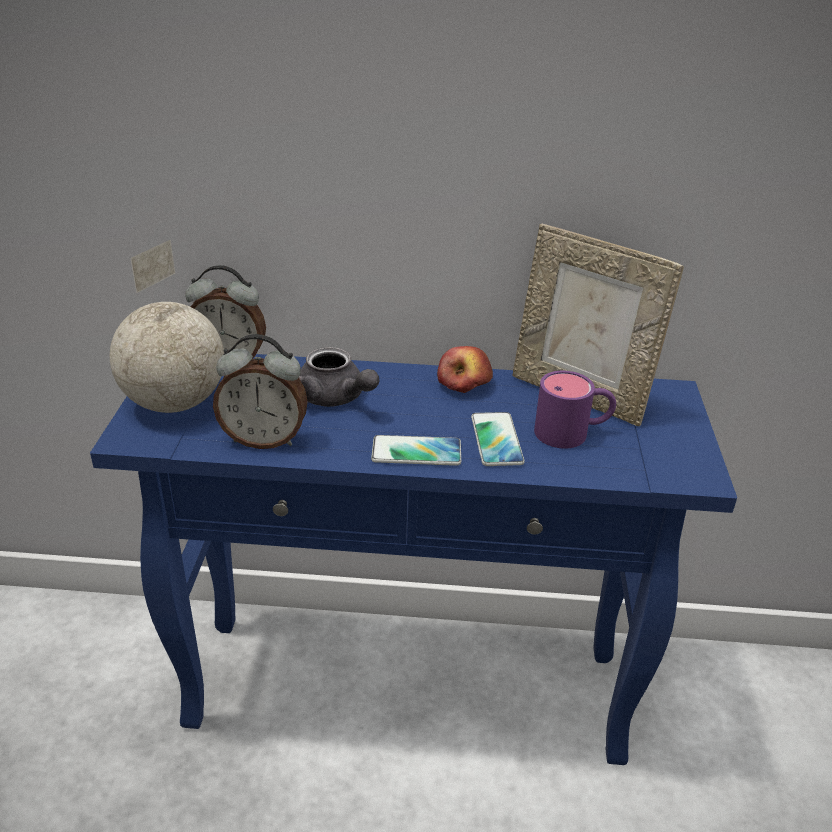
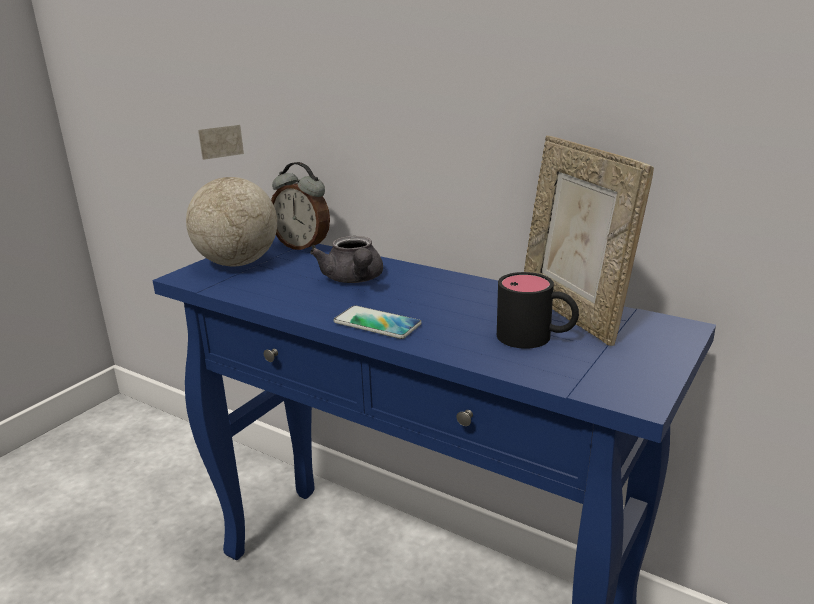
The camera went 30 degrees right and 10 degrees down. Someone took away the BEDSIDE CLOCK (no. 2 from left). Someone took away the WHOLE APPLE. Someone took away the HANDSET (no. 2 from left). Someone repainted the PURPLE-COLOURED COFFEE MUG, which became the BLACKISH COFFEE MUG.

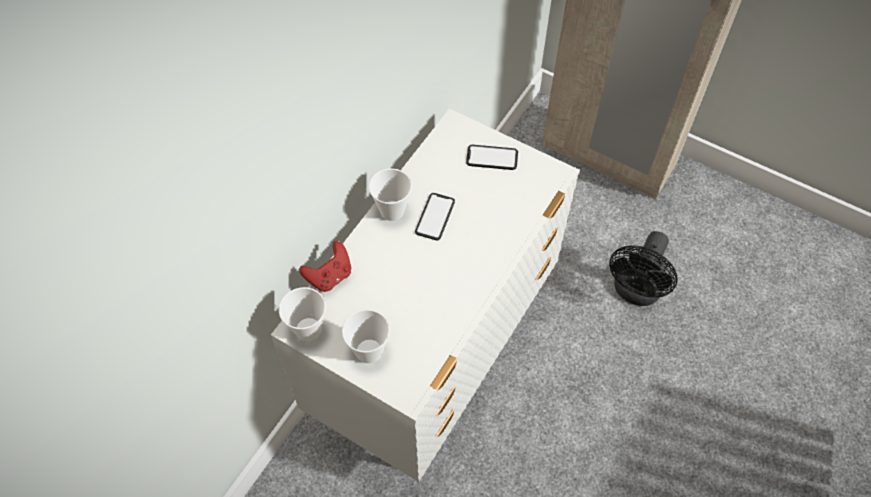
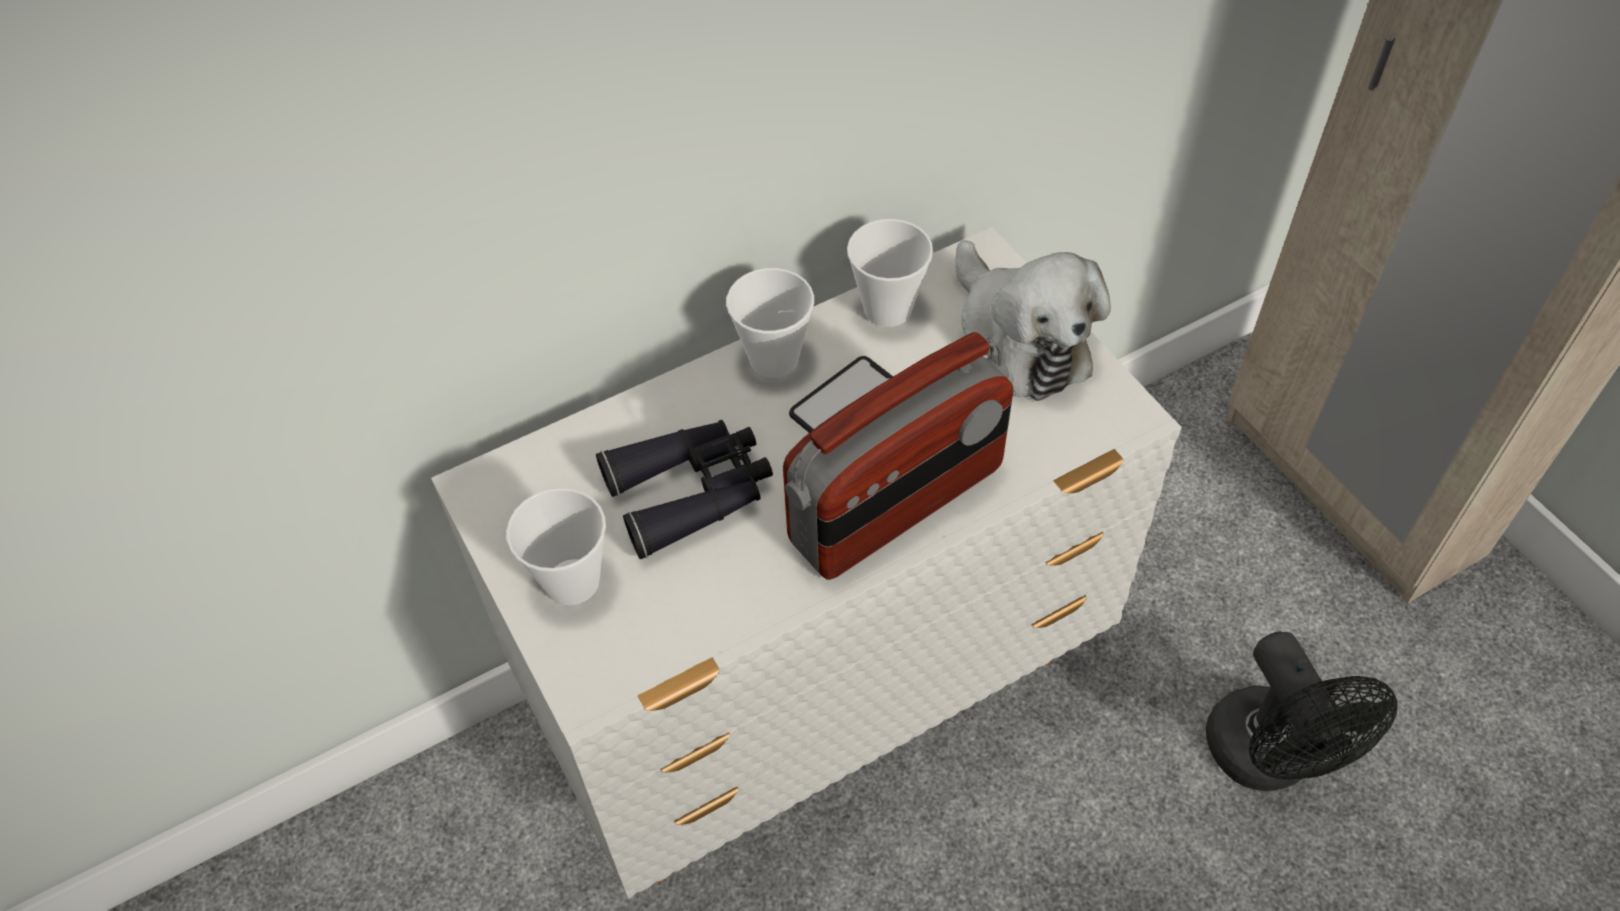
The camera went 30 degrees right and 5 degrees down. Someone carried the SMALL CUP (no. 1 from left in the first image). Someone took away the RED-COLOURED GAME CONTROLLER. Someone swapped the HANDSET (no. 2 from left) for the SOFT TOY. Someone rotated the BLACKISH FAN by 75 degrees counterclockwise. Someone put down the BLACKISH PAIR OF BINOCULARS. Someone put down the RADIO.

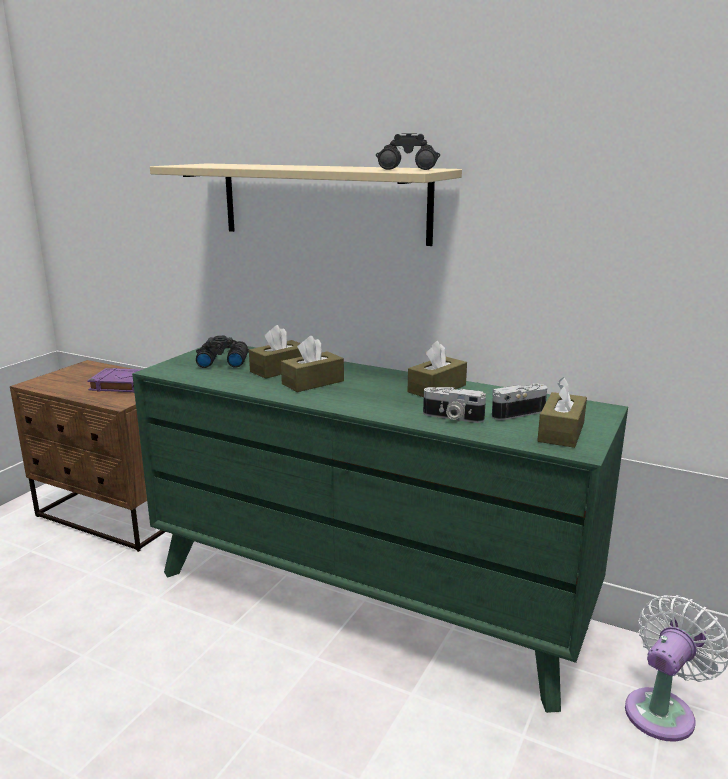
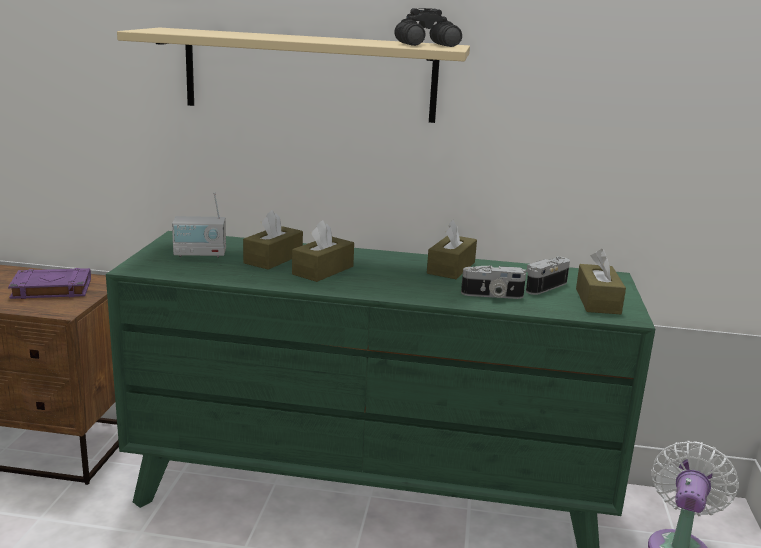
The camera went 20 degrees left and 0 degrees up. Someone swapped the BLACKISH PAIR OF BINOCULARS (no. 1 from left) for the RADIO.

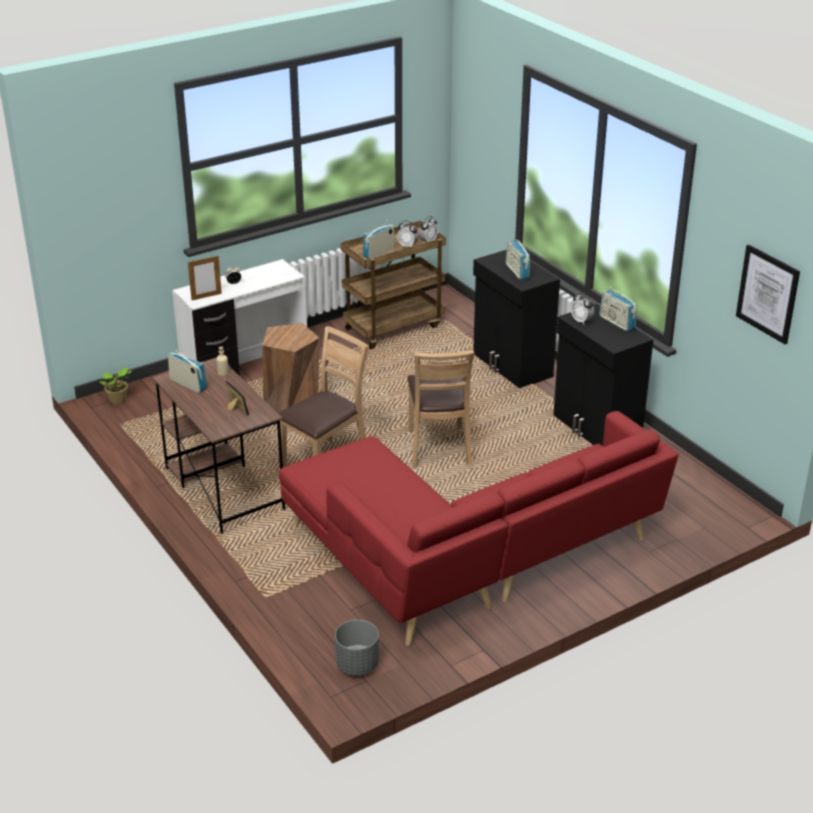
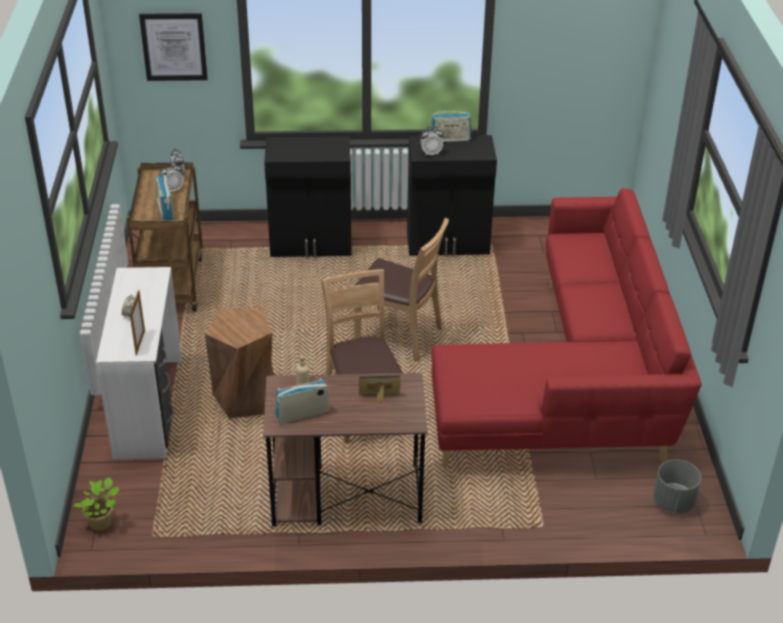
The camera went 60 degrees left and 5 degrees up. Someone took away the RADIO (no. 3 from left). Someone carried the PICTURE.

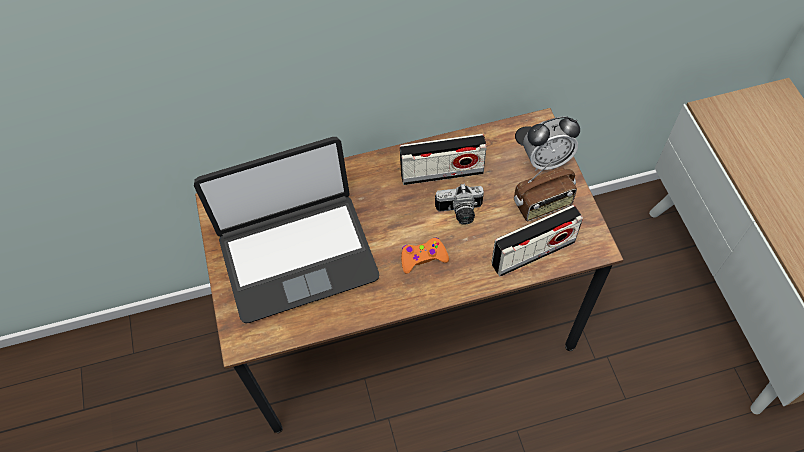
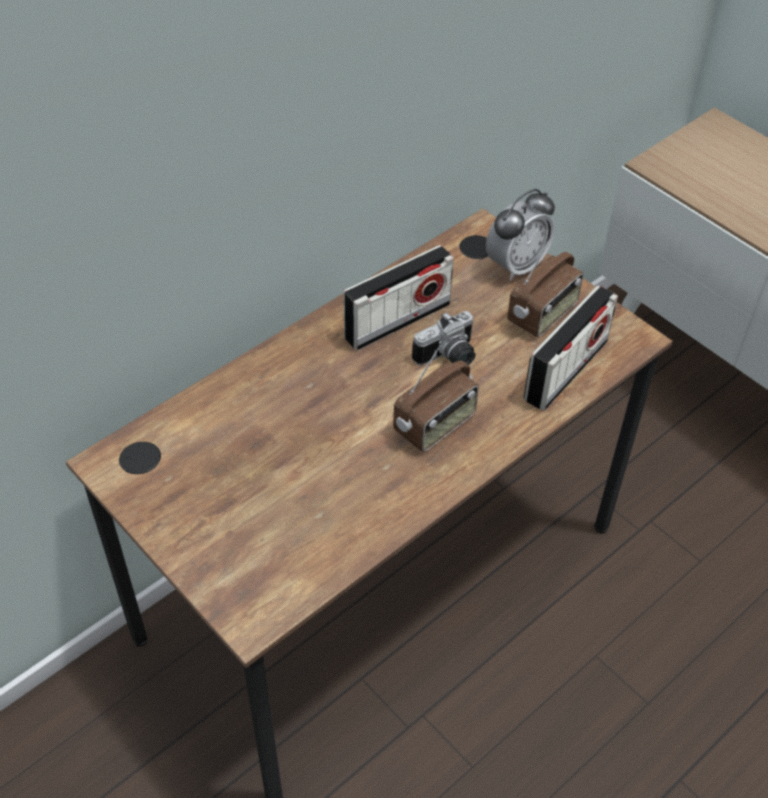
The camera went 30 degrees left and 10 degrees down. Someone took away the NOTEBOOK COMPUTER. Someone swapped the ORANGE-COLOURED GAME CONTROLLER for the RADIO (no. 2 from left).

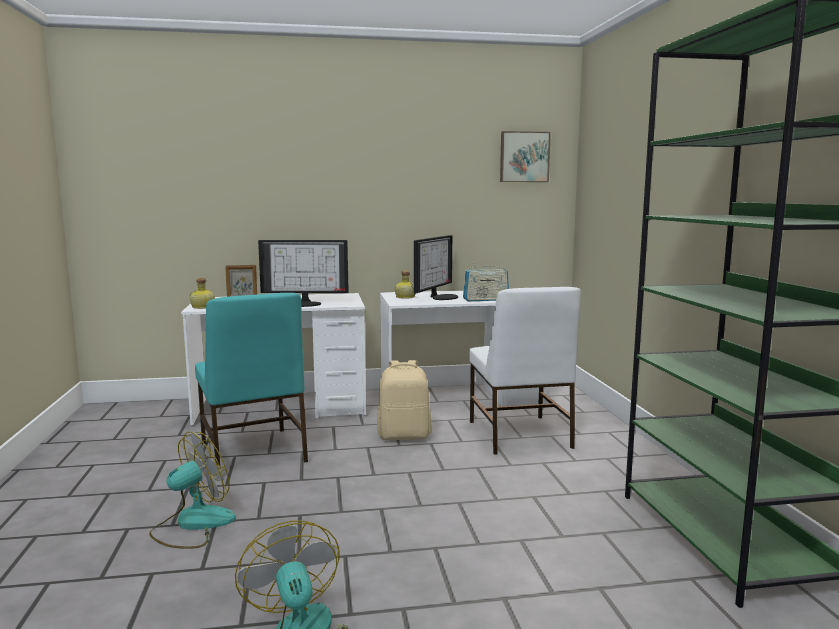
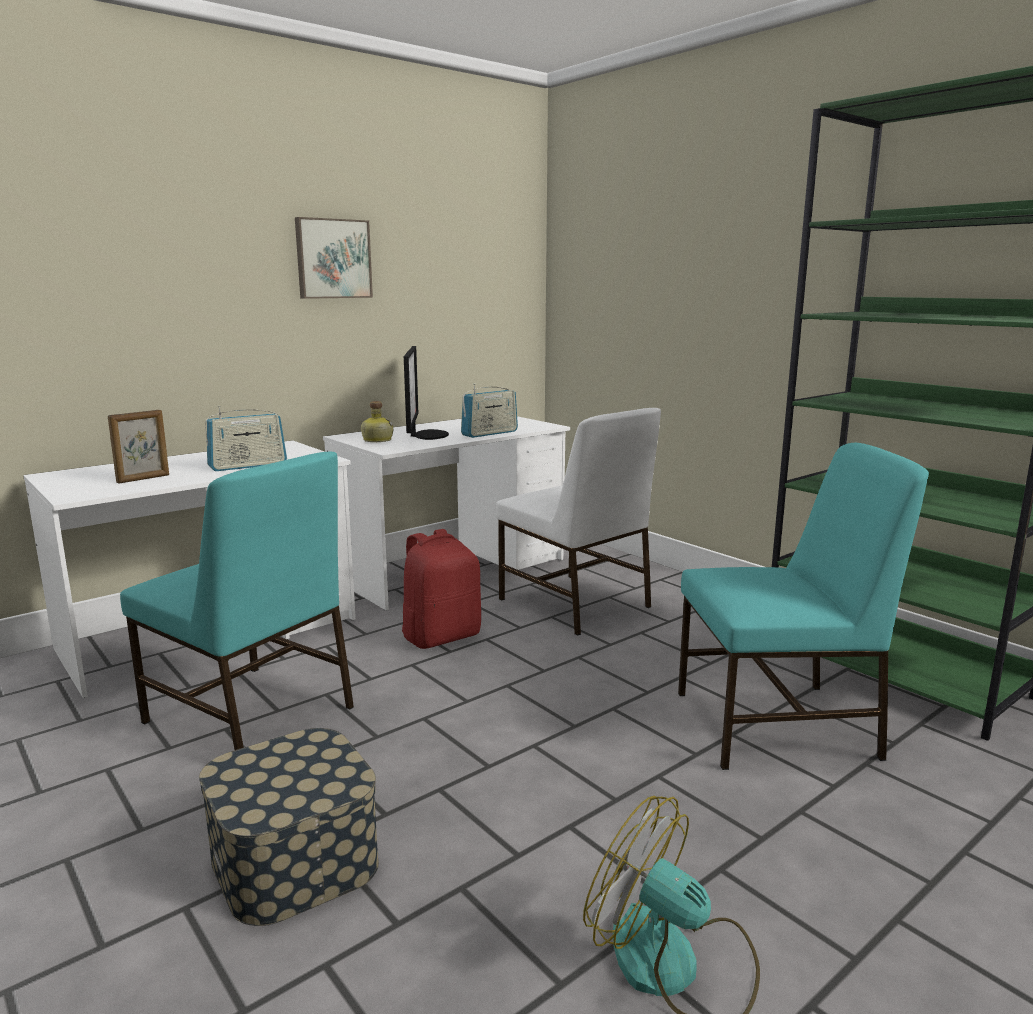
The camera went 30 degrees left and 5 degrees up. Someone swapped the FAN (no. 1 from left) for the STORAGE BIN. Someone took away the BOTTLE (no. 1 from left). Someone swapped the COMPUTER SCREEN (no. 1 from left) for the RADIO (no. 1 from left). Someone repainted the BEIGE-COLOURED BACKPACK, which became the RED-COLOURED BACKPACK. Someone carried the PICTURE. Someone put down the TURQUOISE-COLOURED UPRIGHT CHAIR (no. 2 from left).

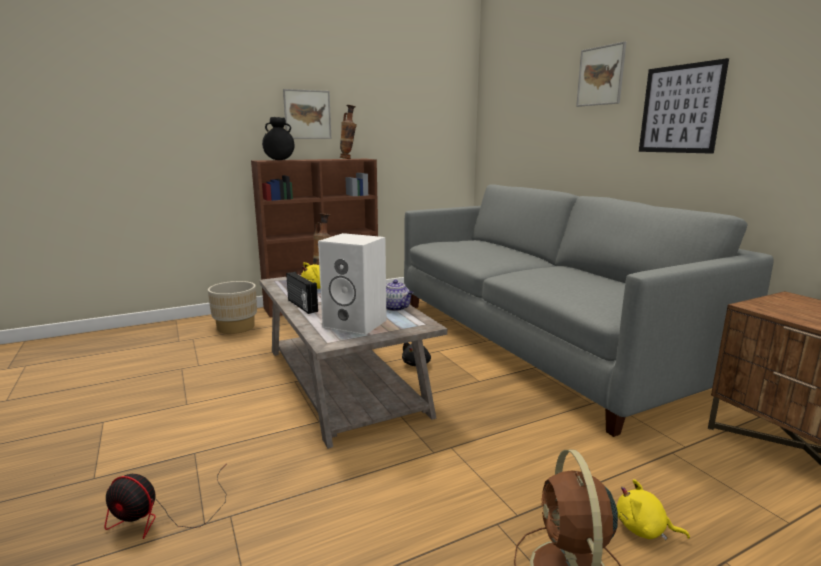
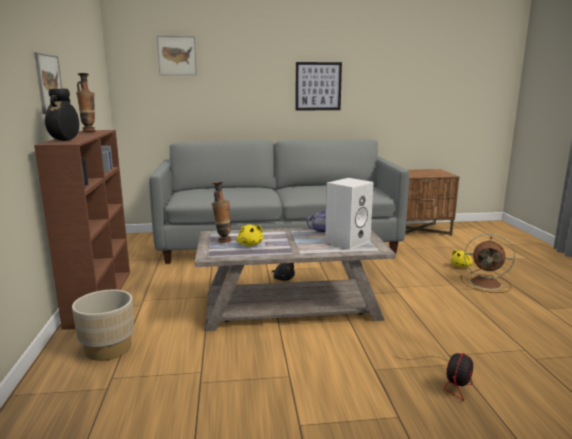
The camera went 70 degrees left and 0 degrees up. Someone took away the RADIO. Someone carried the PICTURE (no. 2 from left).

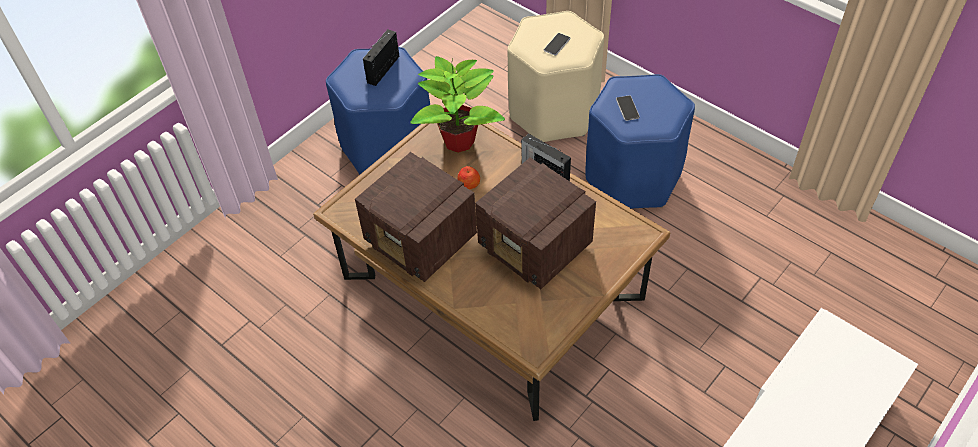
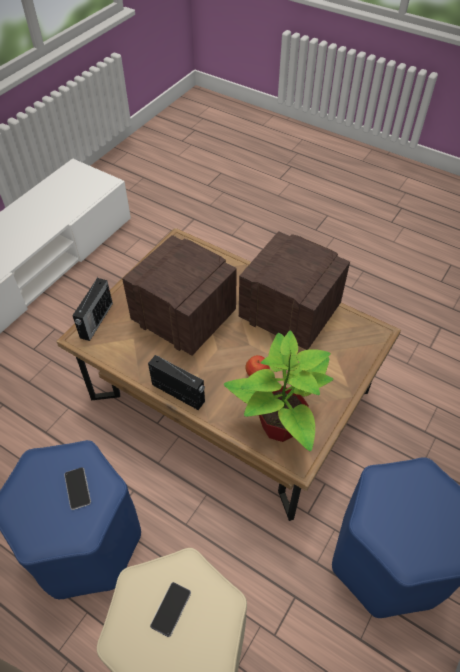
The camera went 170 degrees right and 0 degrees up. Someone carried the RADIO (no. 1 from left).

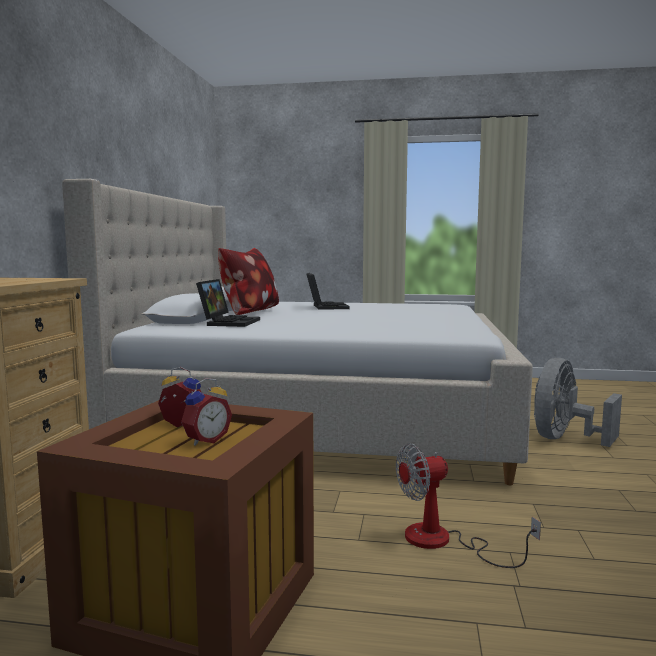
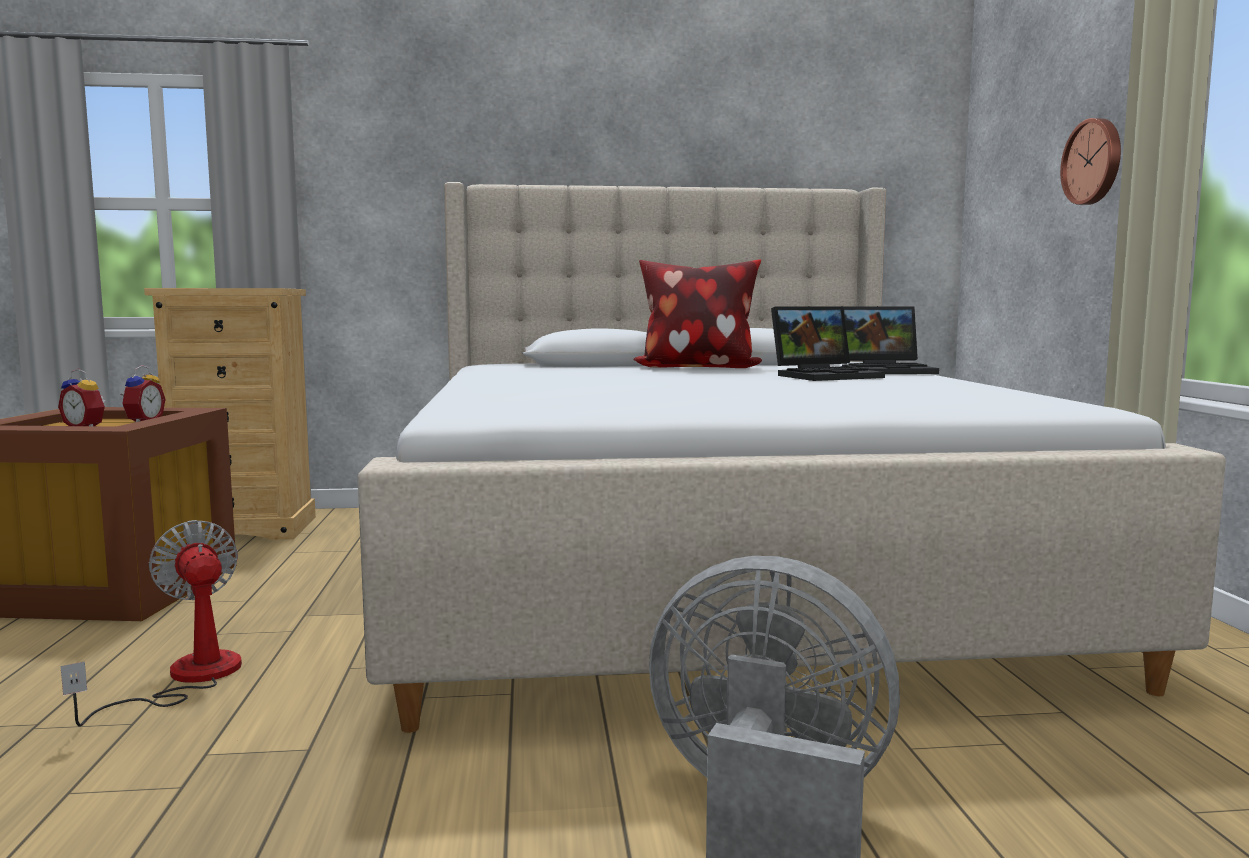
The camera went 75 degrees right and 0 degrees up. Someone carried the NOTEBOOK COMPUTER (no. 1 from left in the first image). Someone put up the CLOCK ON THE WALL.

